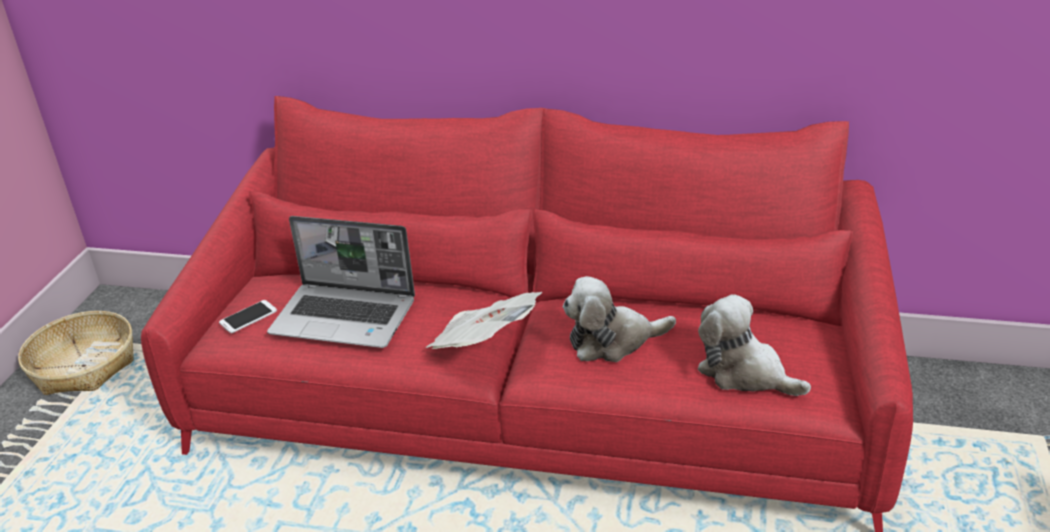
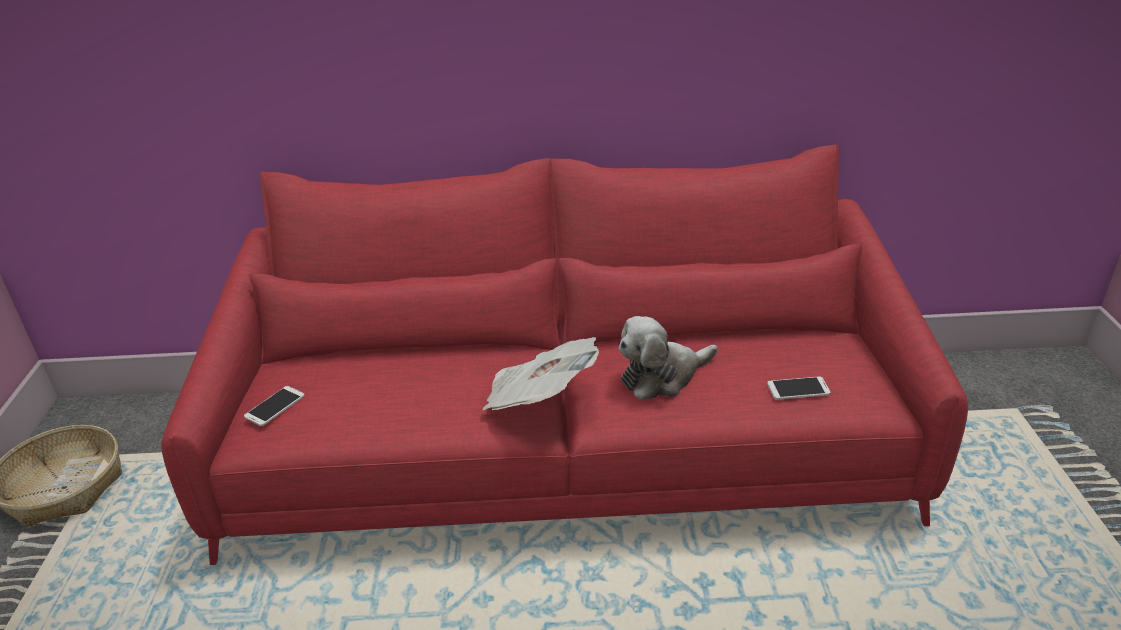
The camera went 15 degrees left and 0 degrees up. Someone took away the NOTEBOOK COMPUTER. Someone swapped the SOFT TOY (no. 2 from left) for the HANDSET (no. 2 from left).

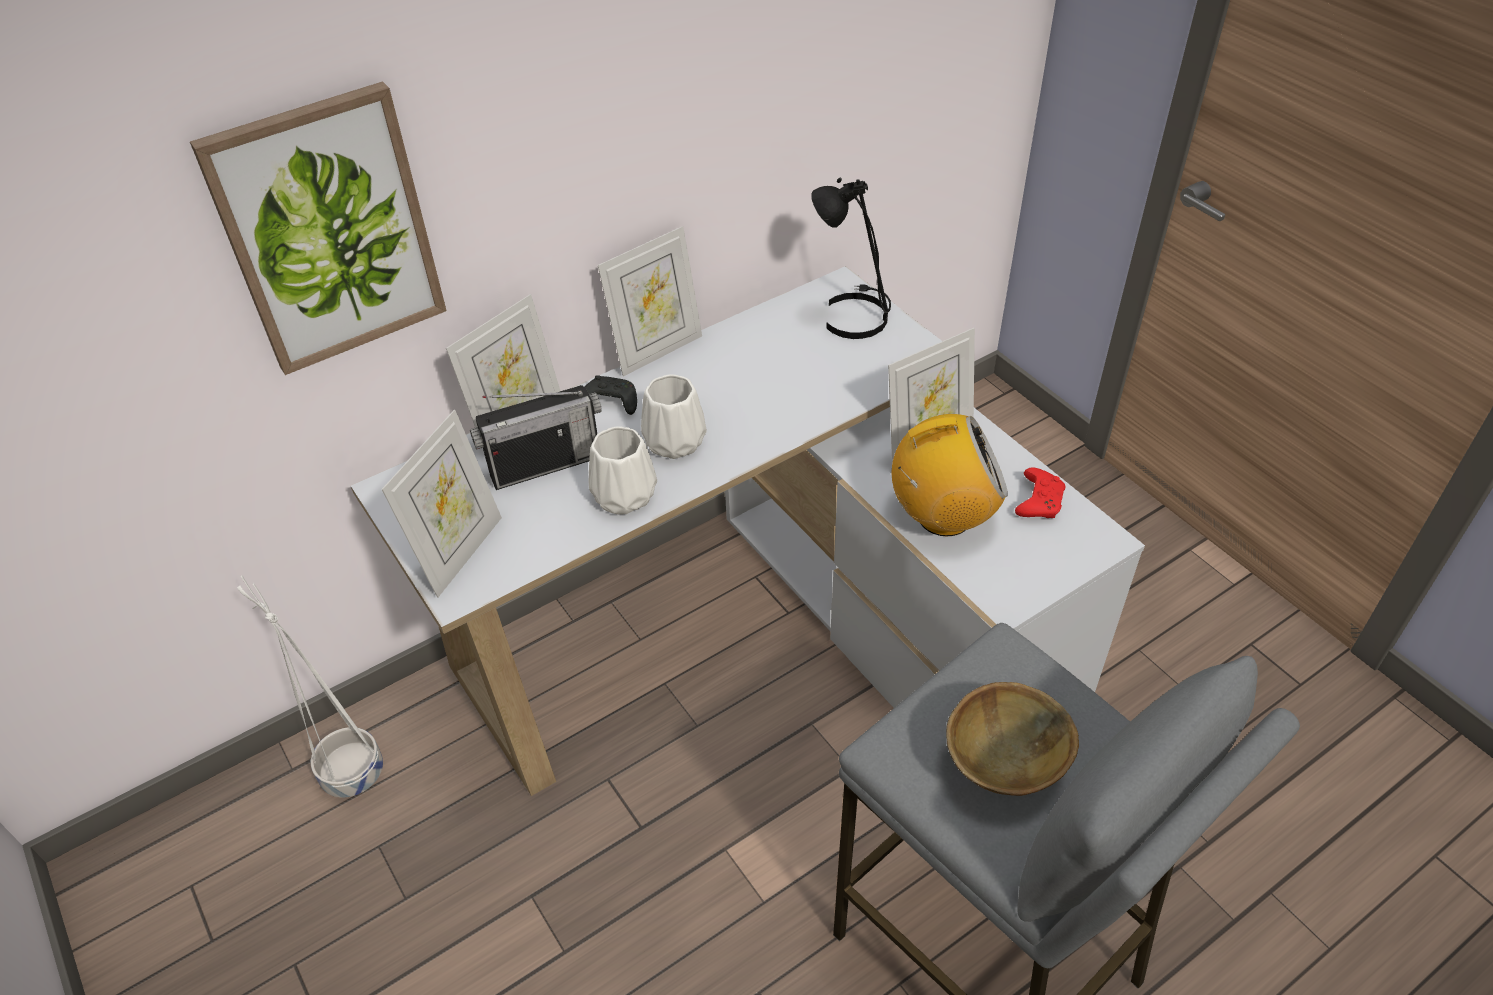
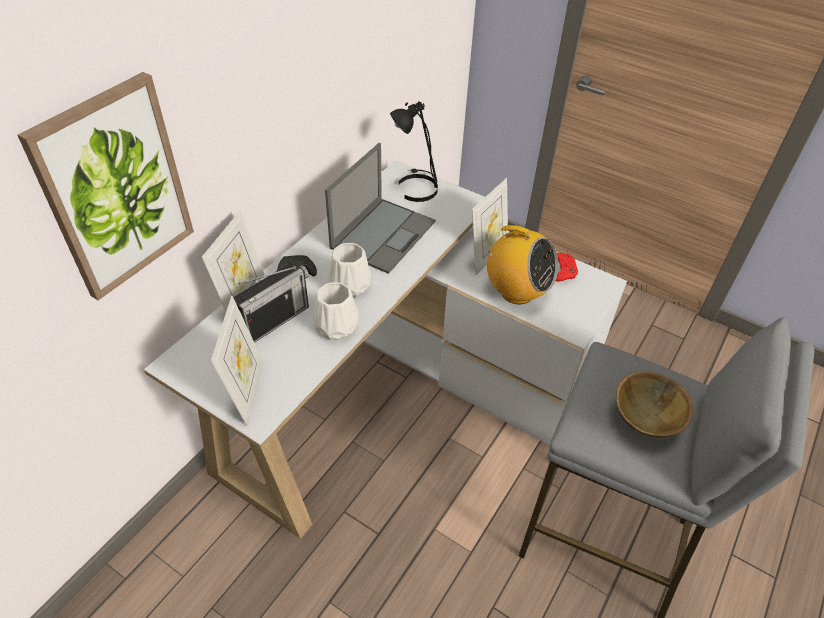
The camera went 25 degrees left and 0 degrees up. Someone took away the WHITISH PLANTER. Someone took away the PICTURE FRAME (no. 3 from left). Someone rotated the RADIO (no. 2 from left) by 60 degrees clockwise. Someone put down the NOTEBOOK COMPUTER.

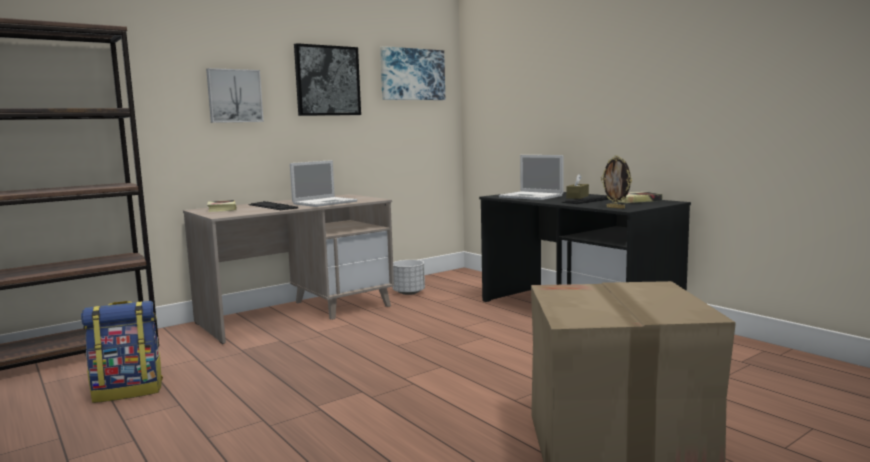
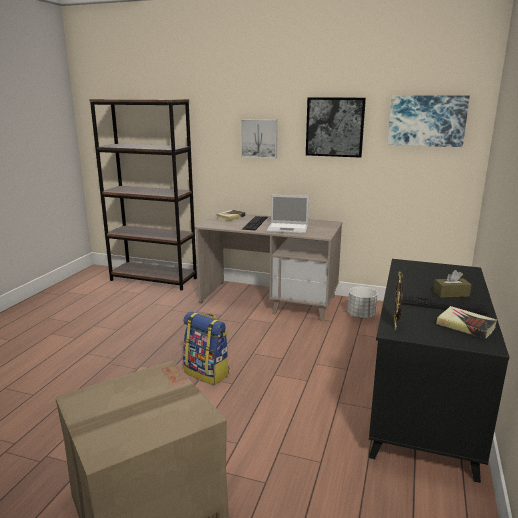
The camera went 55 degrees right and 10 degrees up. Someone carried the BACKPACK. Someone took away the NOTEBOOK COMPUTER (no. 2 from left).

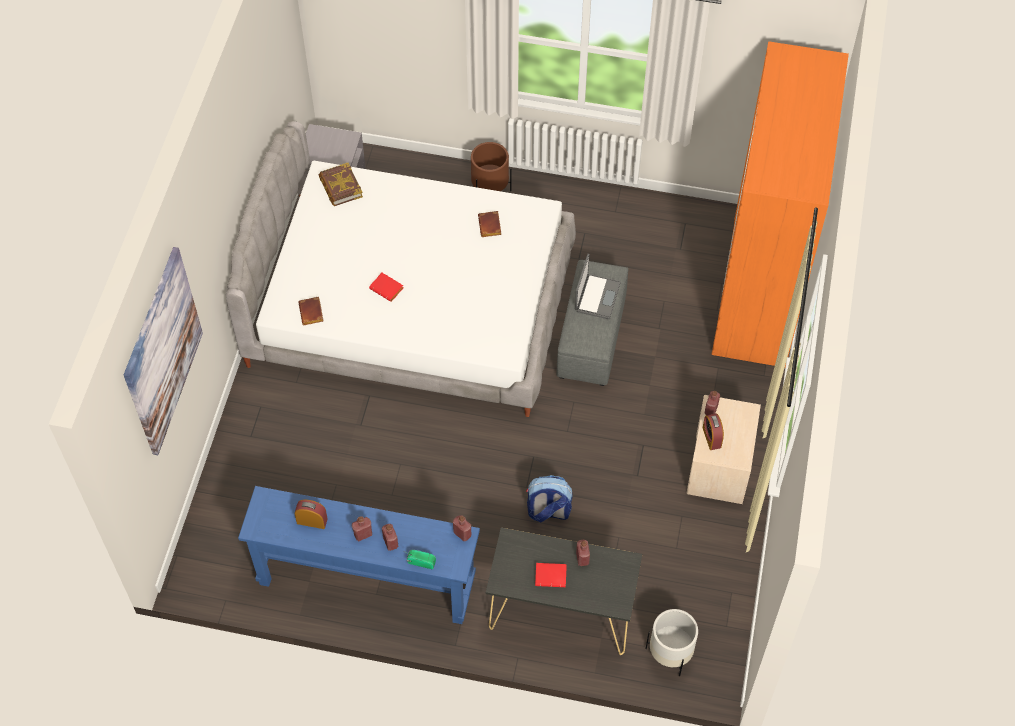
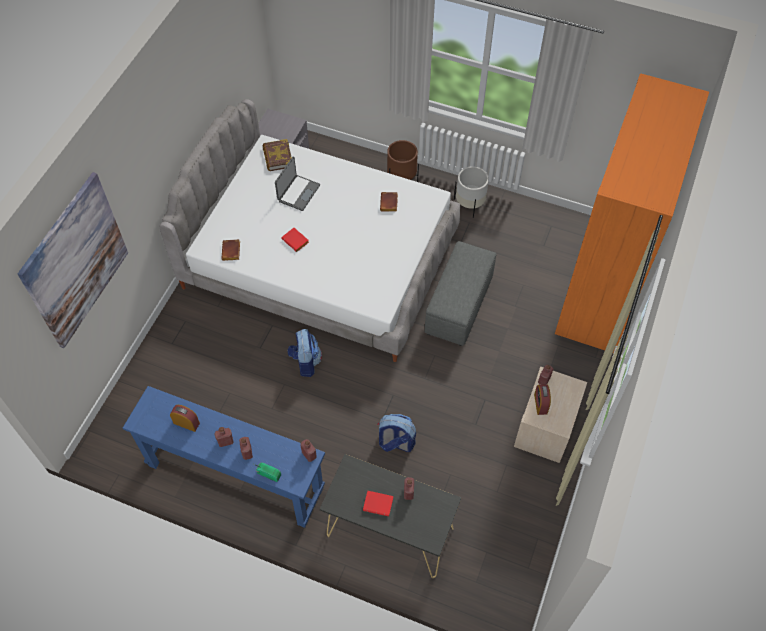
The camera went 10 degrees right and 0 degrees up. Someone carried the NOTEBOOK COMPUTER. Someone carried the WHITISH PLANTER. Someone put down the BACKPACK (no. 1 from left).

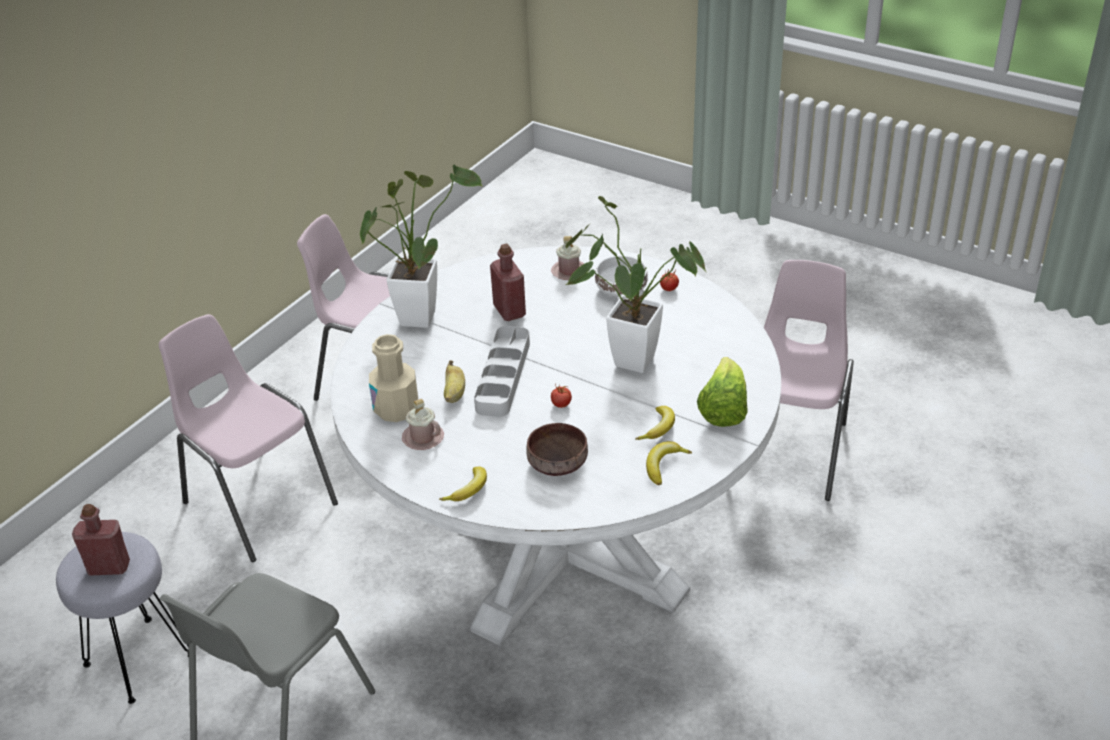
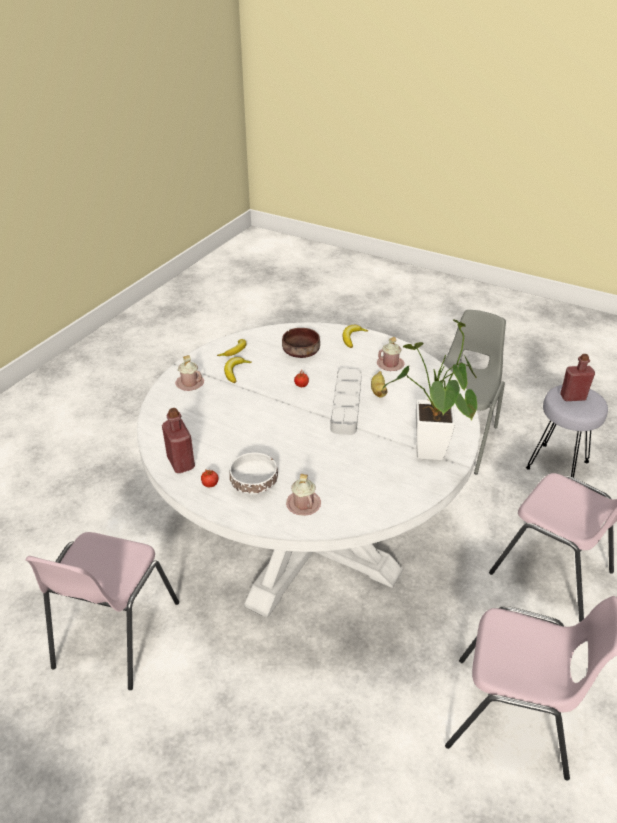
The camera went 175 degrees right and 0 degrees up. Someone took away the BEIGE-COLOURED BOTTLE. Someone carried the RED-COLOURED BOTTLE (no. 2 from left in the first image). Someone took away the POTTED PLANT (no. 2 from left). Someone swapped the HEAD OF LETTUCE for the PINKISH COFFEE MUG (no. 1 from left).

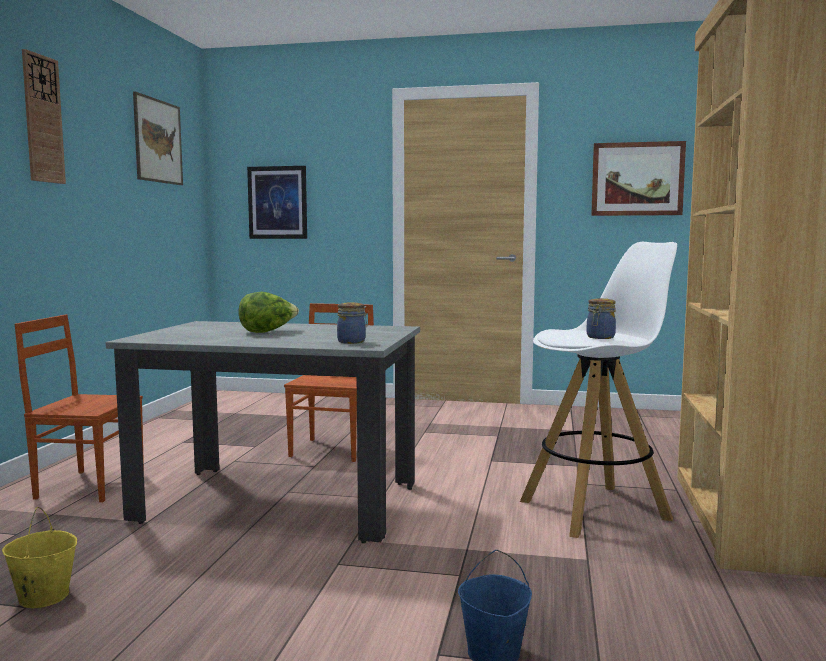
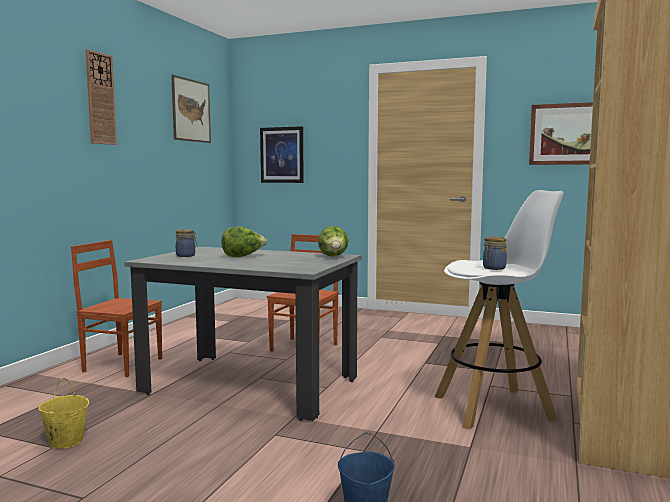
The camera went 10 degrees right and 0 degrees up. Someone carried the STORAGE JAR (no. 1 from left). Someone put down the HEAD OF LETTUCE (no. 2 from left).

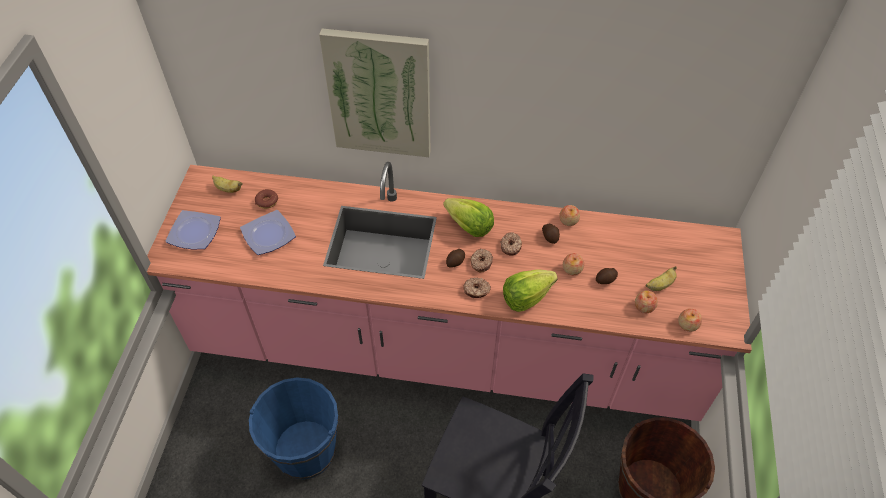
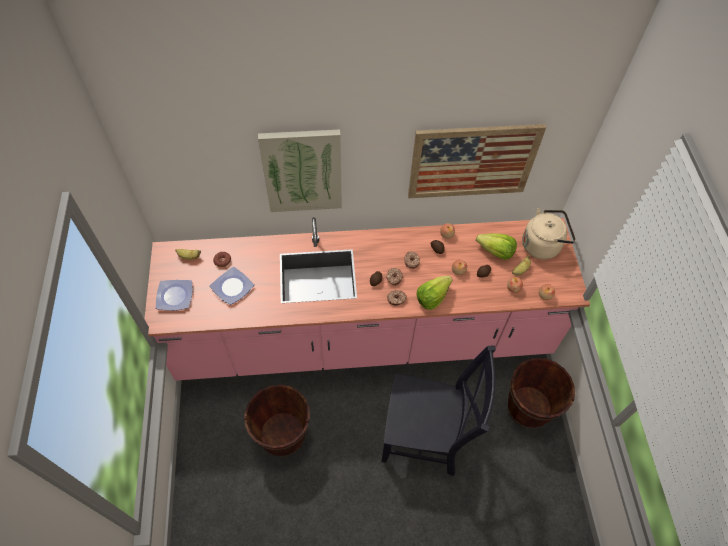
The camera went 15 degrees left and 5 degrees up. Someone repainted the BLUISH PAIL, which became the BROWN PAIL (no. 1 from left). Someone carried the HEAD OF LETTUCE (no. 1 from left in the first image). Someone put up the PICTURE (no. 2 from left). Someone put down the BEIGE-COLOURED KETTLE.

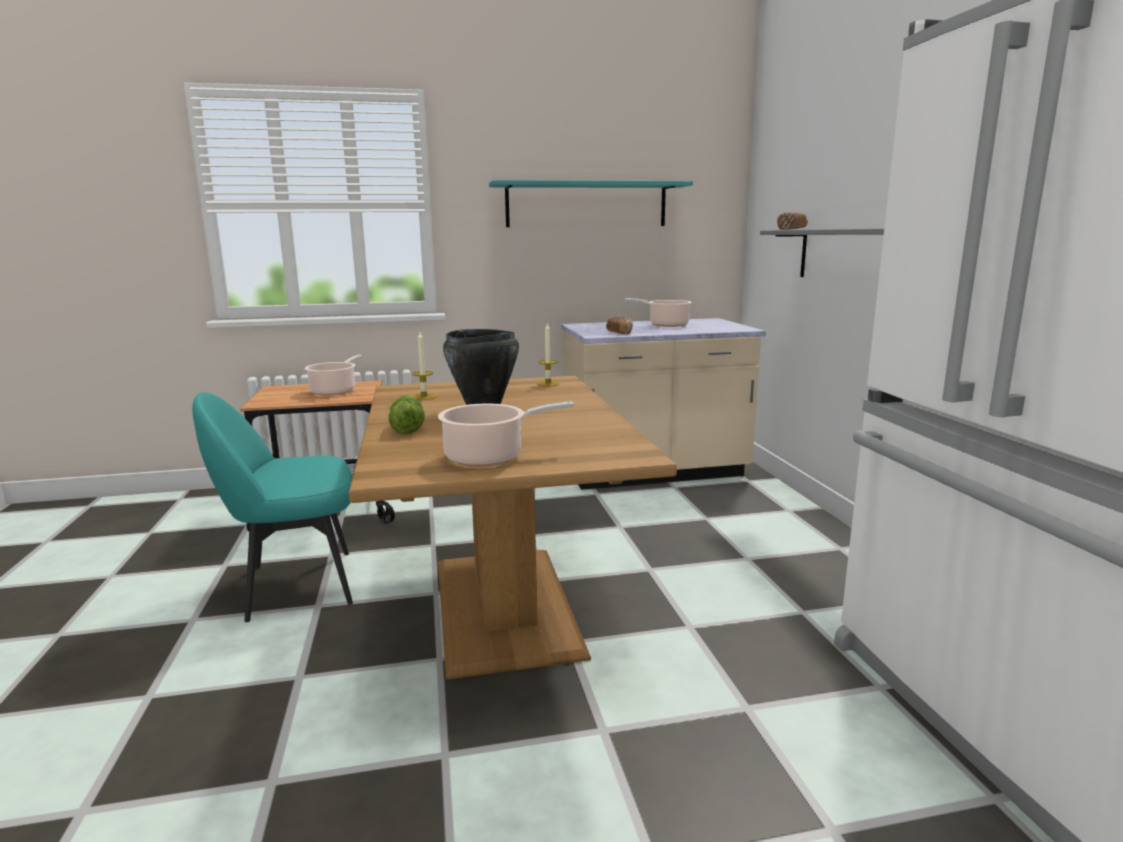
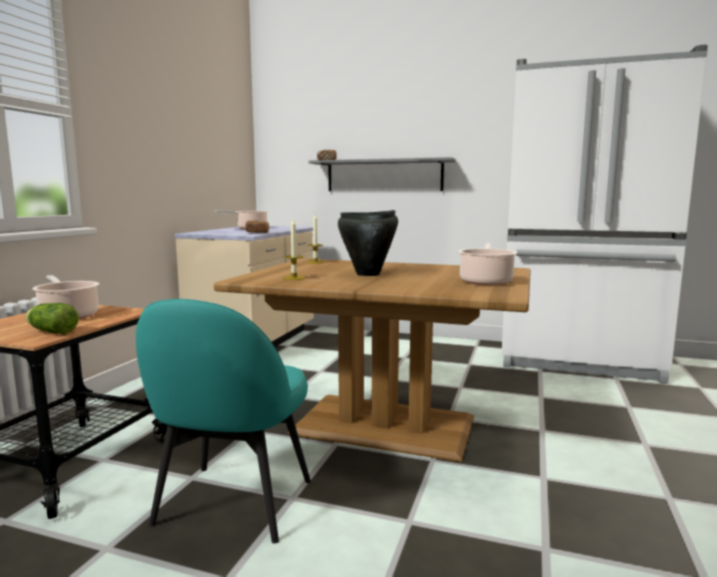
The camera went 60 degrees left and 5 degrees down. Someone carried the HEAD OF LETTUCE. Someone took away the TURQUOISE-COLOURED SHELF.

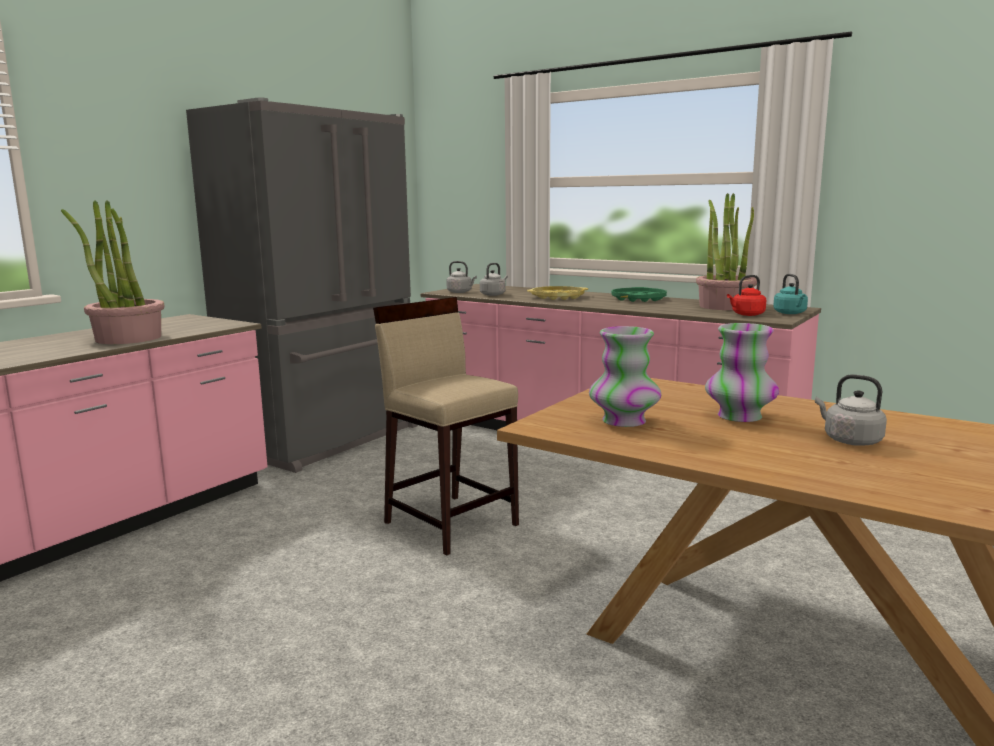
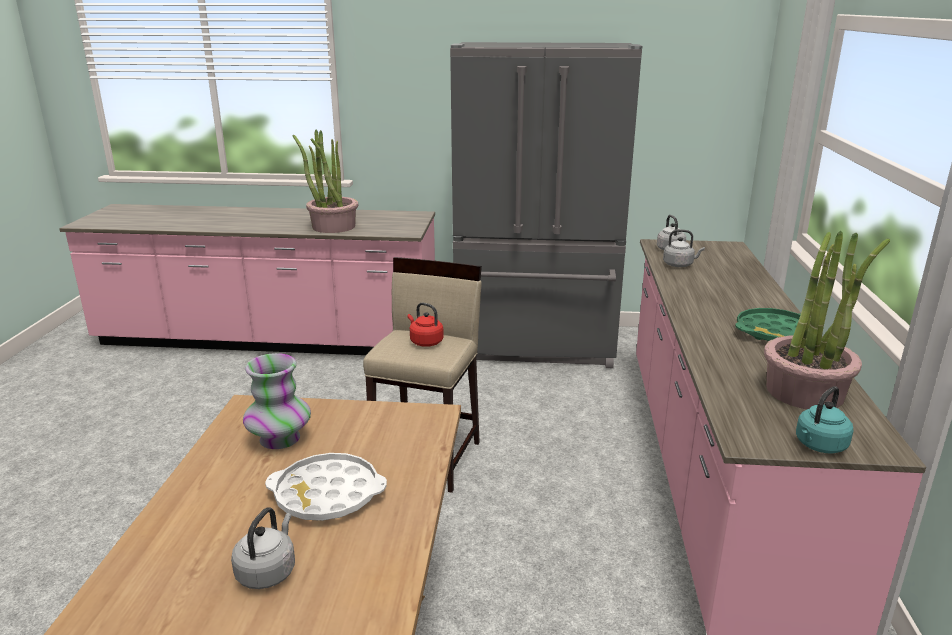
The camera went 60 degrees right and 10 degrees up. Someone took away the YELLOW SERVING TRAY. Someone swapped the DECORATIVE VASE (no. 2 from left) for the WHITISH SERVING TRAY. Someone carried the RED-COLOURED KETTLE.

